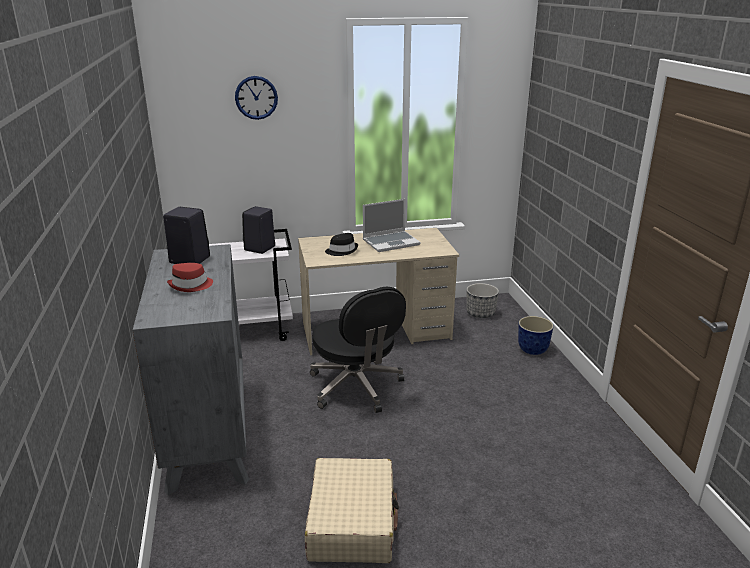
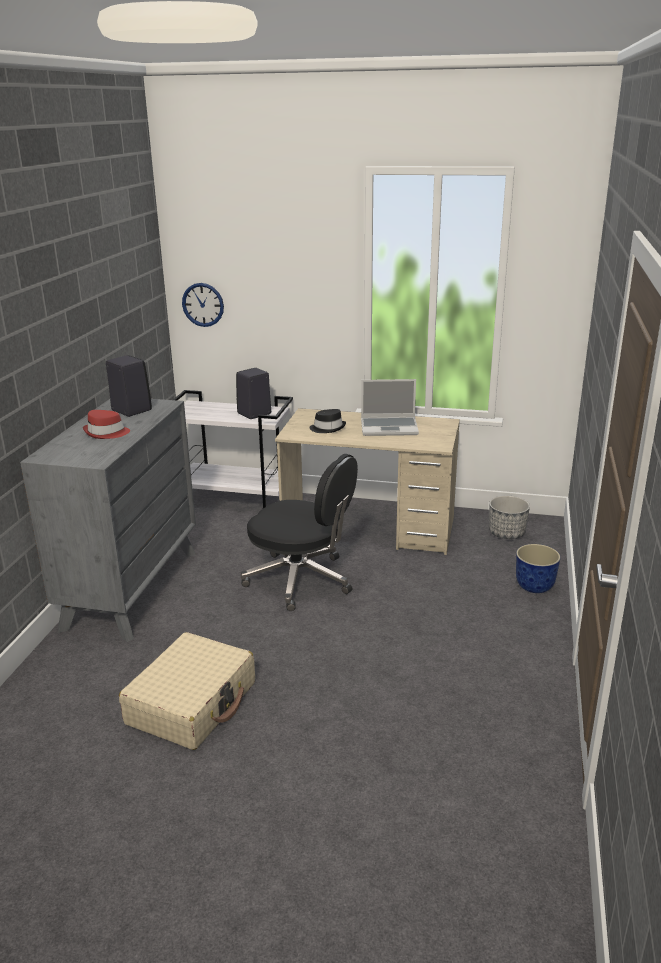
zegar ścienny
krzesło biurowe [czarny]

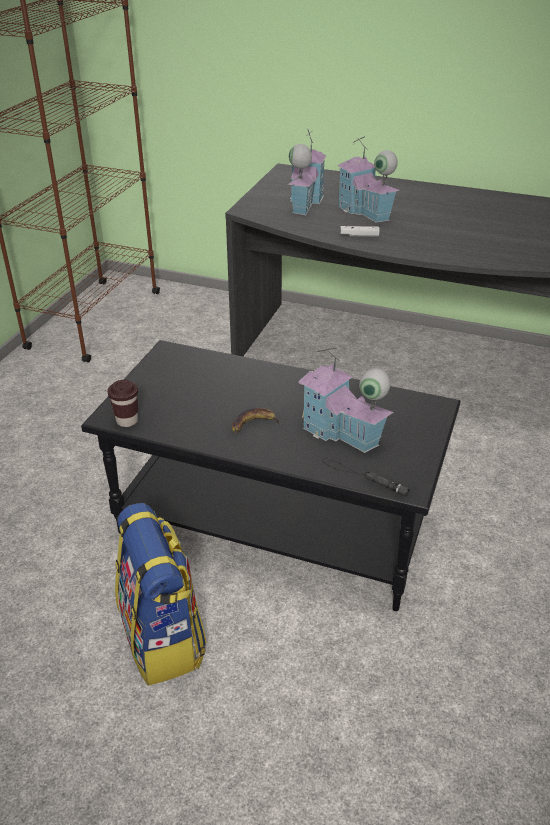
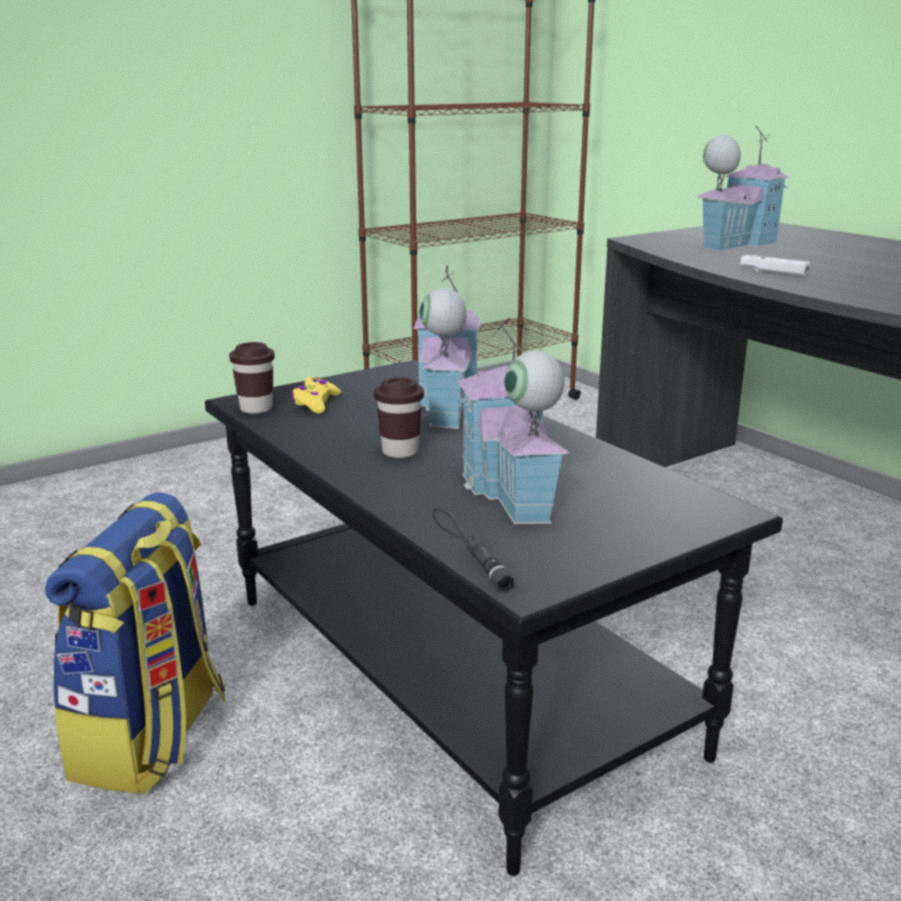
filiżanka [brązowy] (no. 2 from left)
domek (no. 1 from left)
pad do gier [żółty]

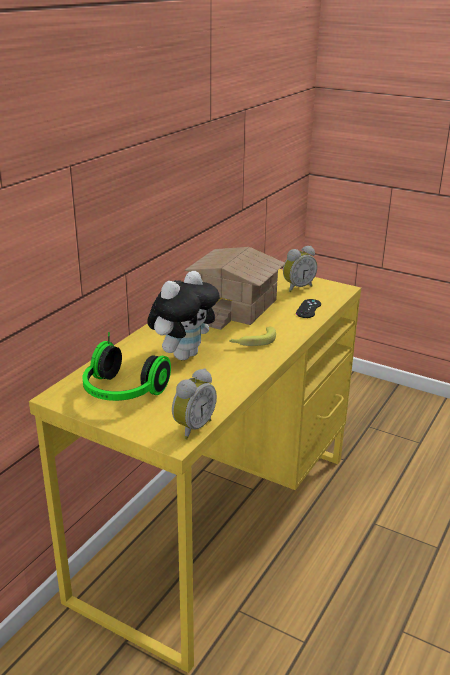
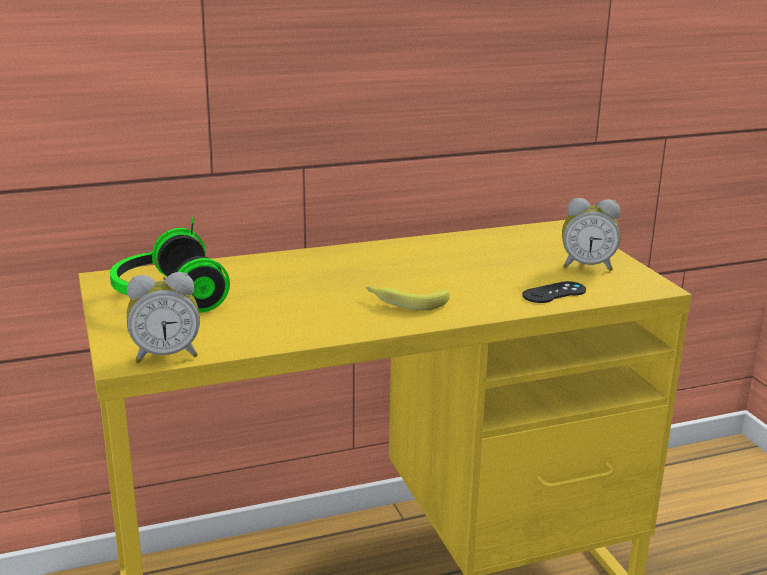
pluszak
domek

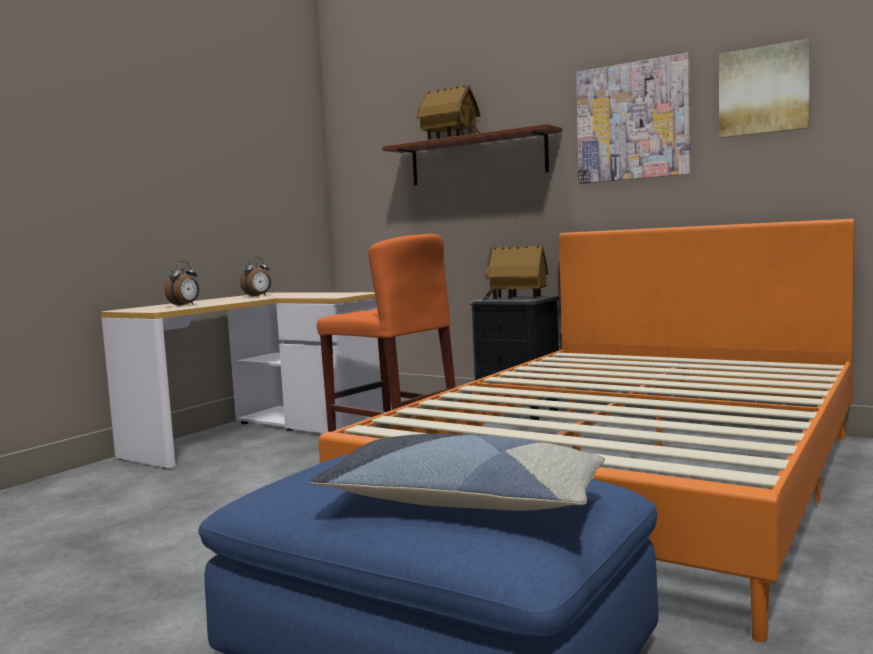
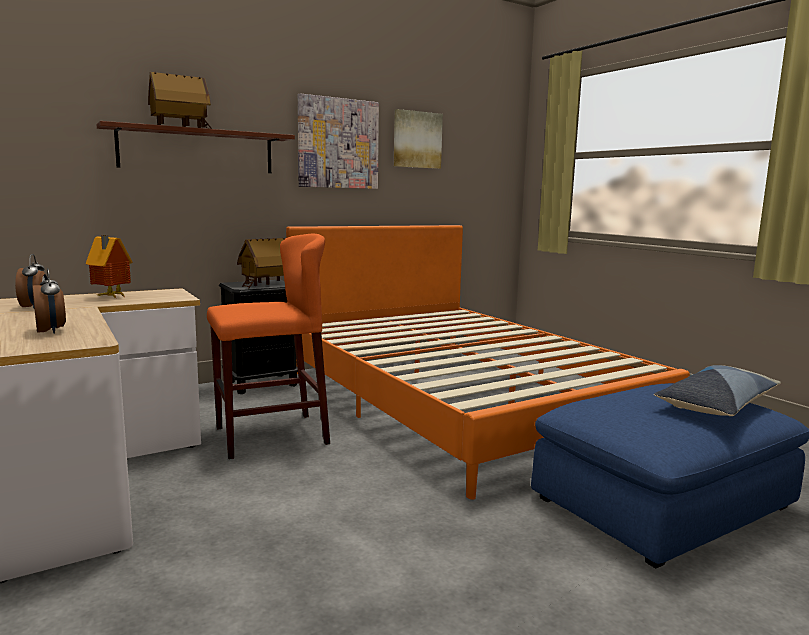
domek (no. 1 from left)

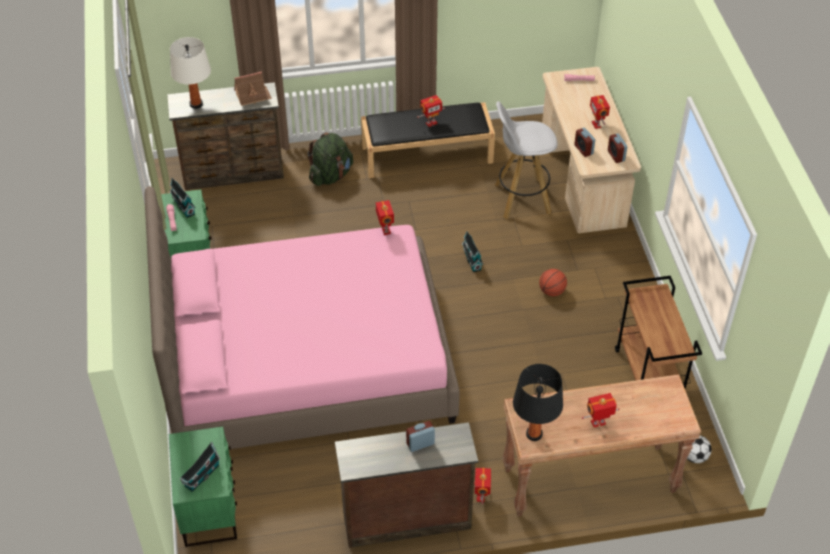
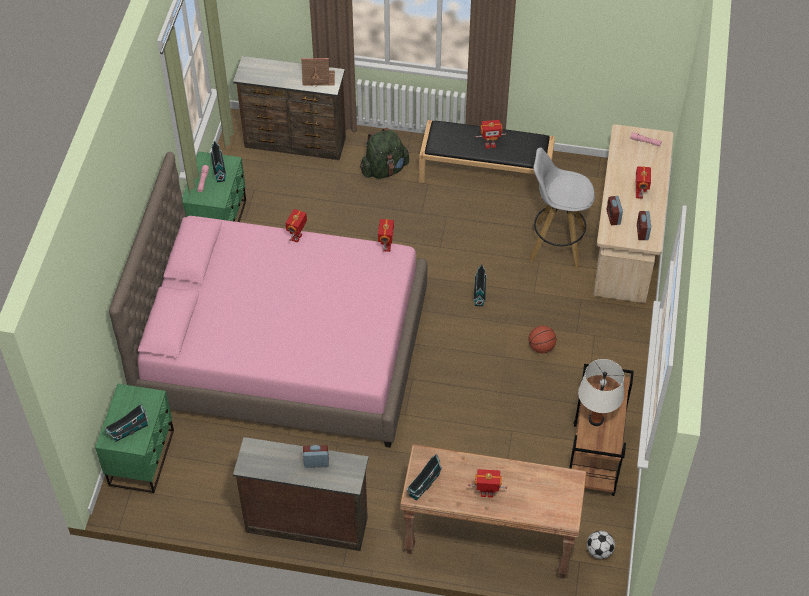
lampa stołowa [biały]
robot zabawkowy (no. 1 from left)
domek (no. 4 from left)

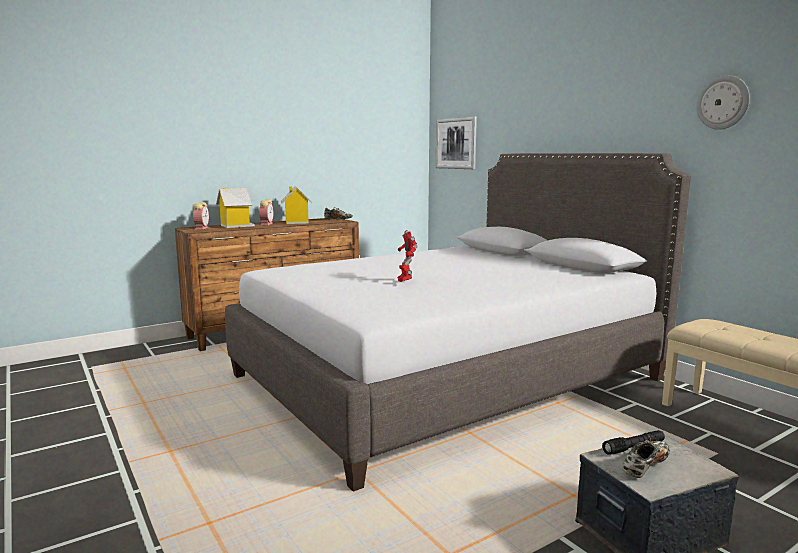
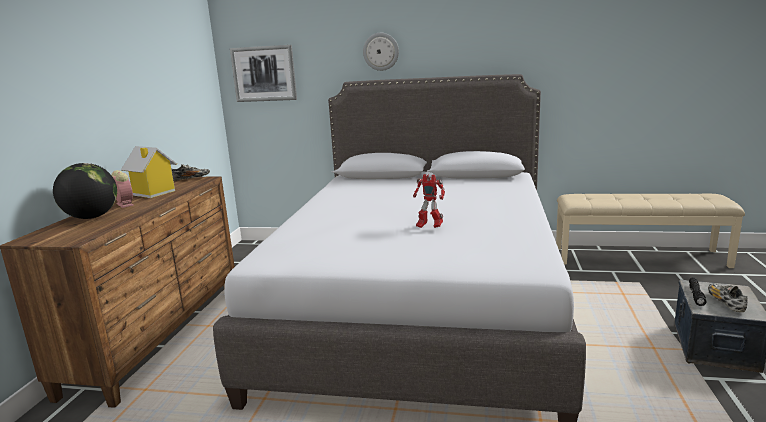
budzik (no. 1 from left in the first image)
globus
zegar ścienny

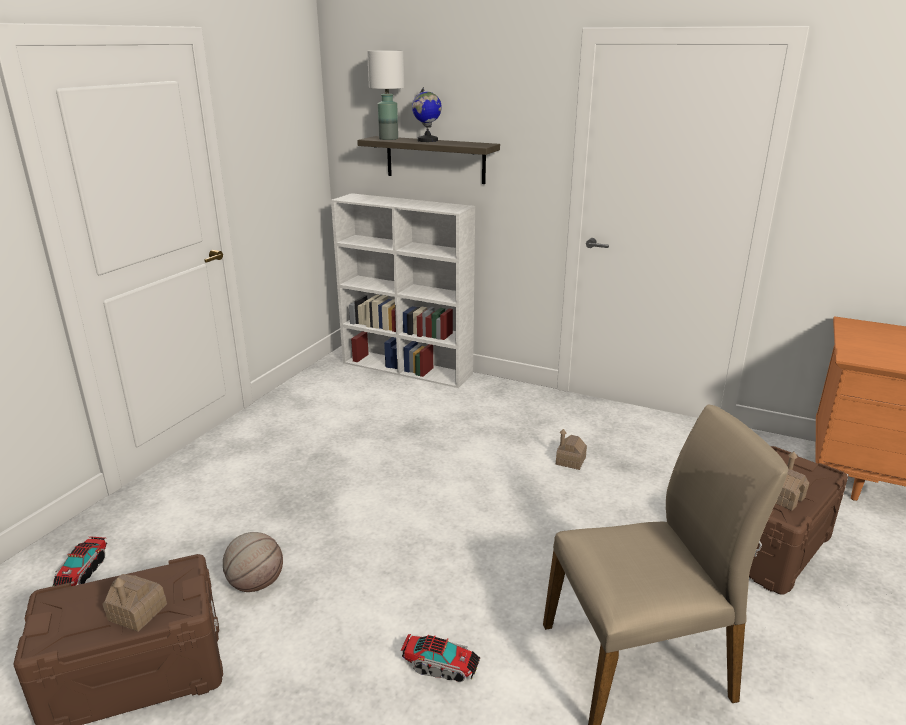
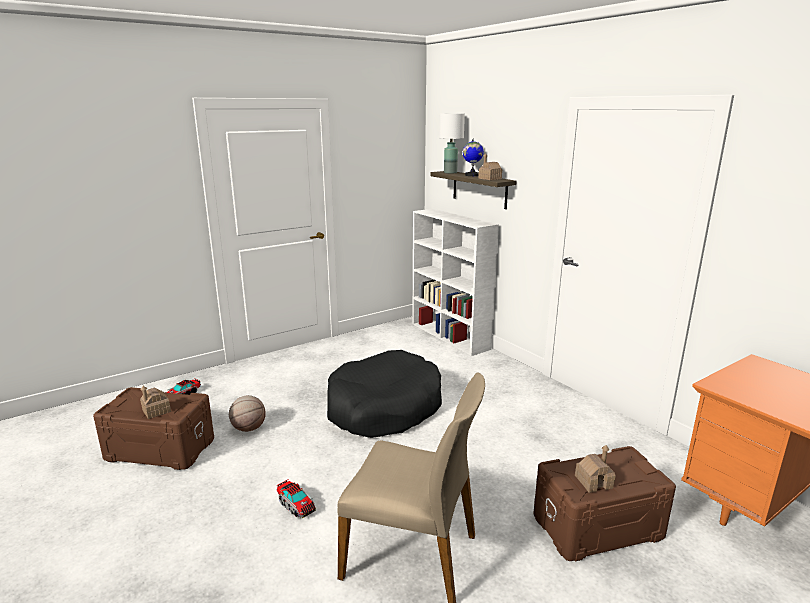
domek (no. 2 from left)
legowisko [czarny]

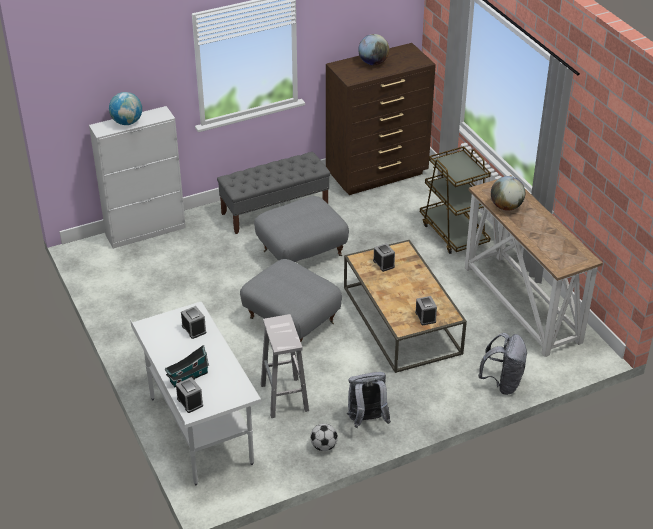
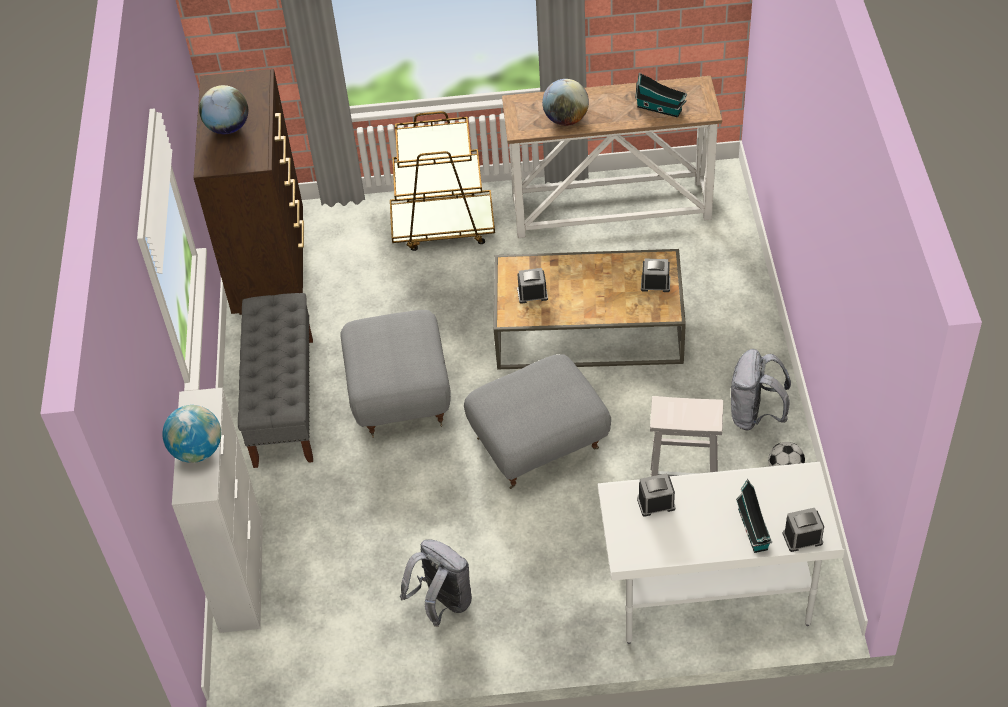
plecak [szary] (no. 1 from left)
domek (no. 1 from left)

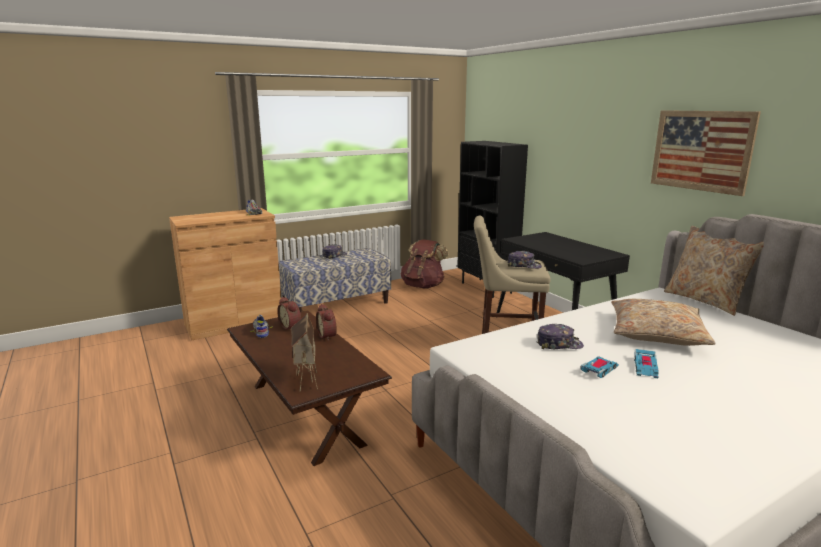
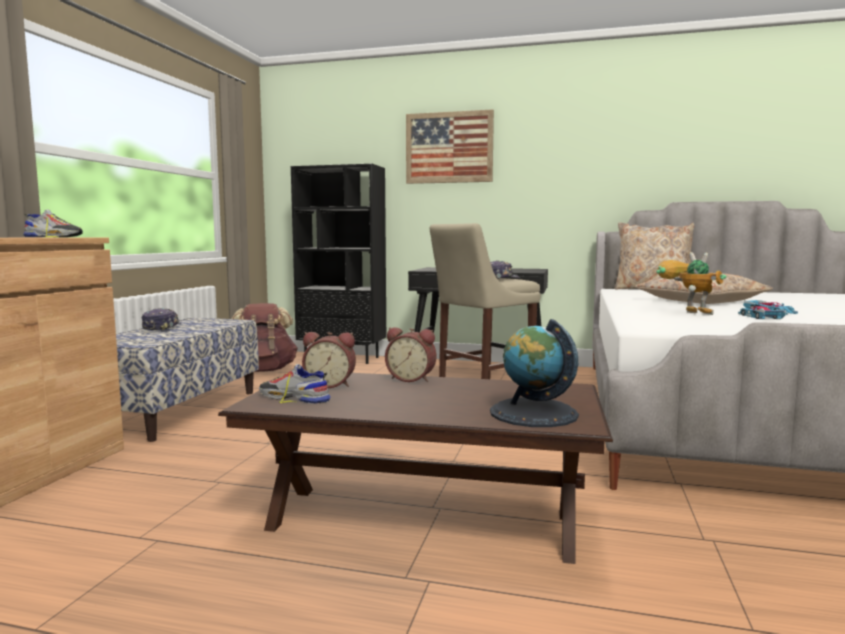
globus
robot zabawkowy
obraz

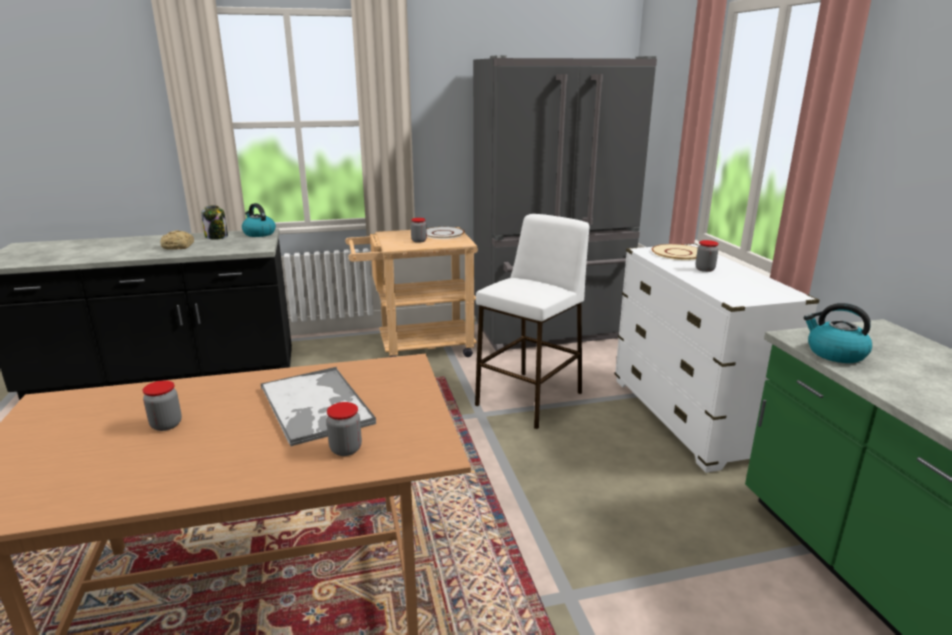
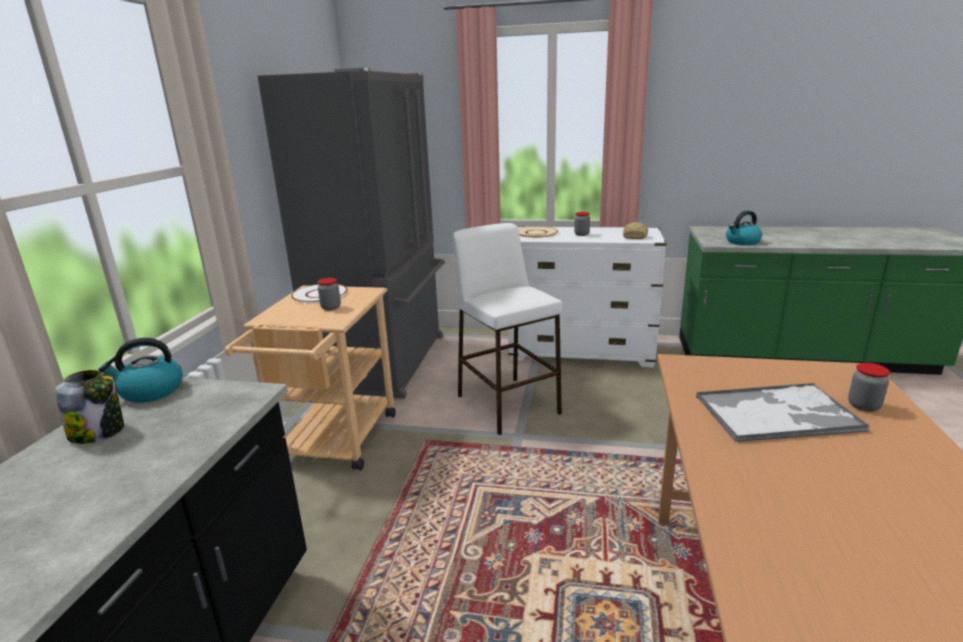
słoik (no. 1 from left in the first image)
chleb

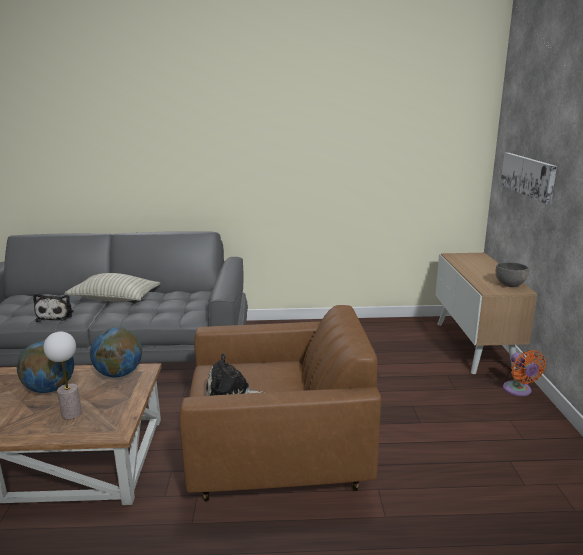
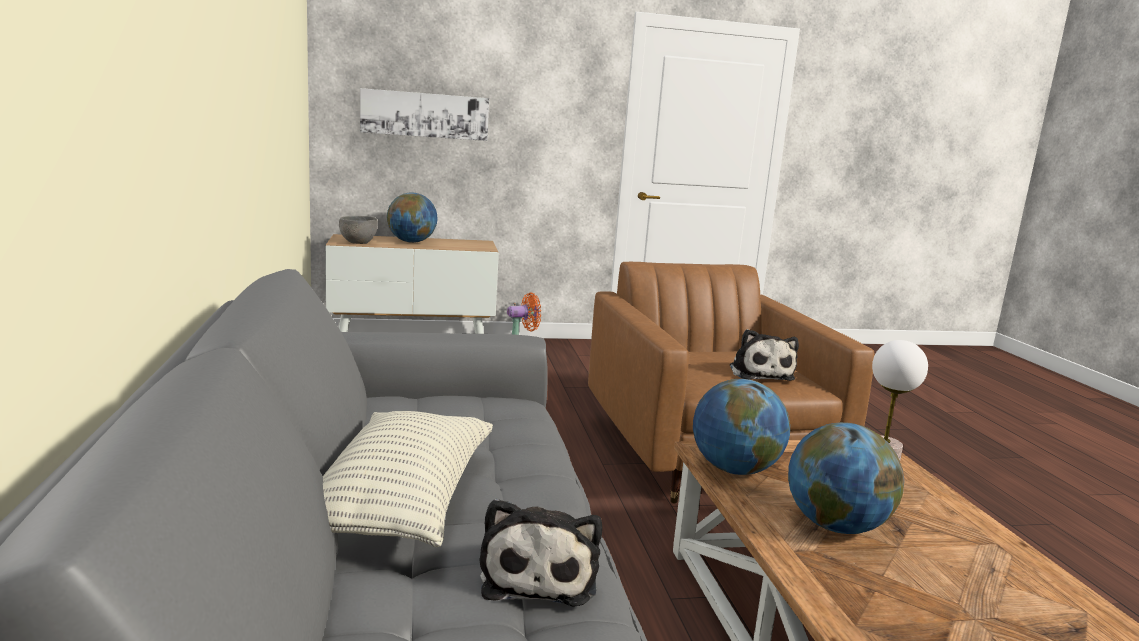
pluszak (no. 1 from left)
miska [szary]
globus (no. 1 from left)

